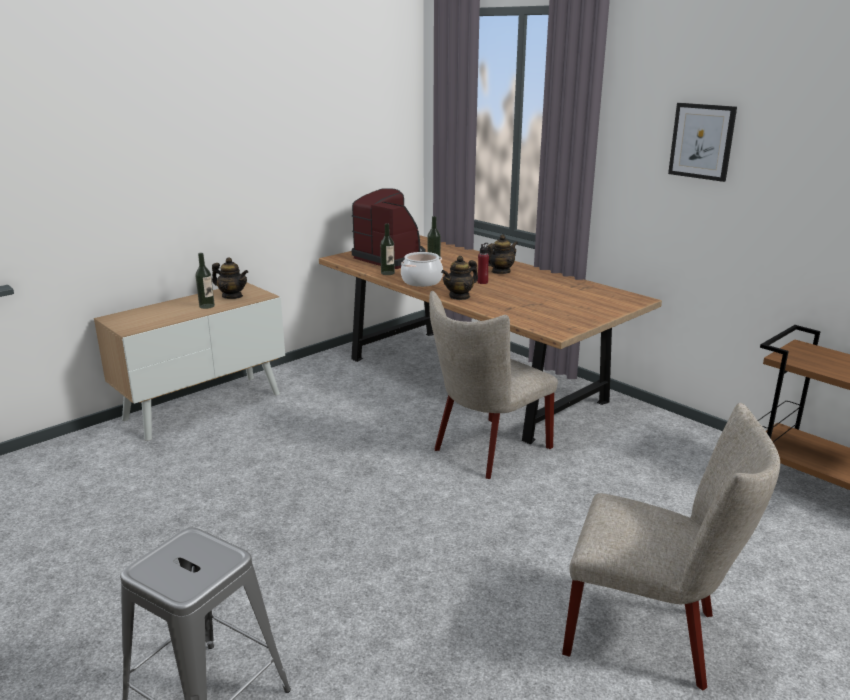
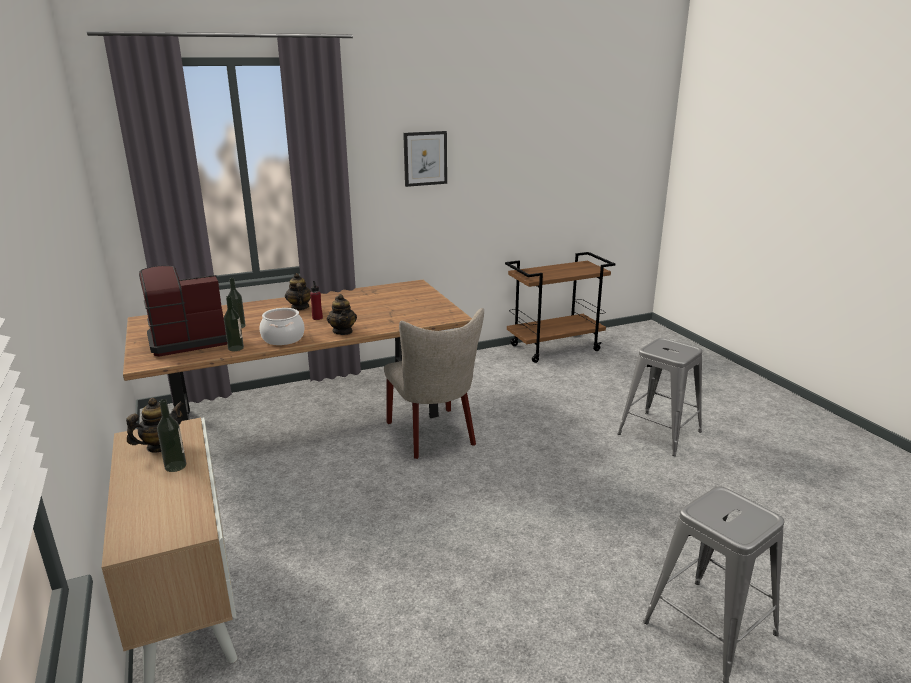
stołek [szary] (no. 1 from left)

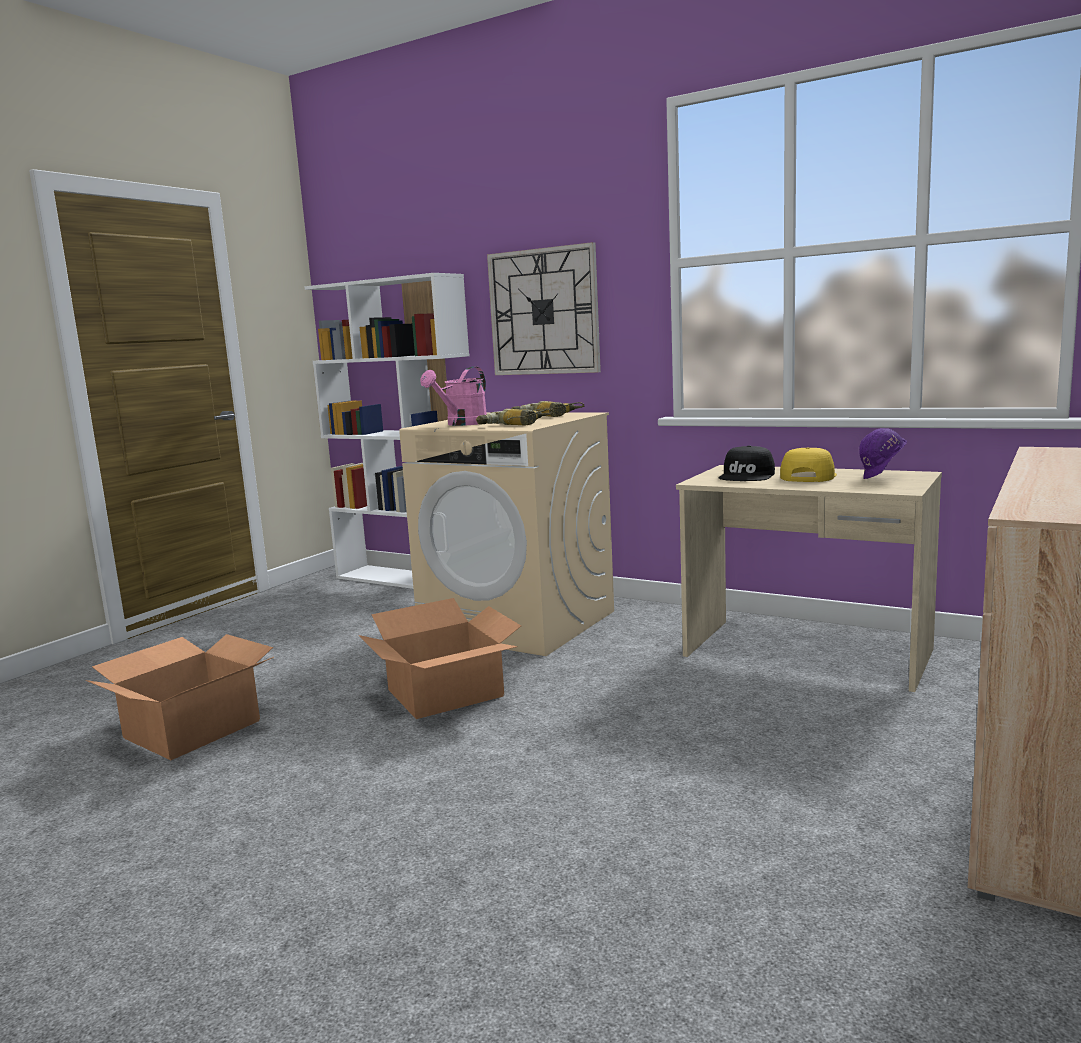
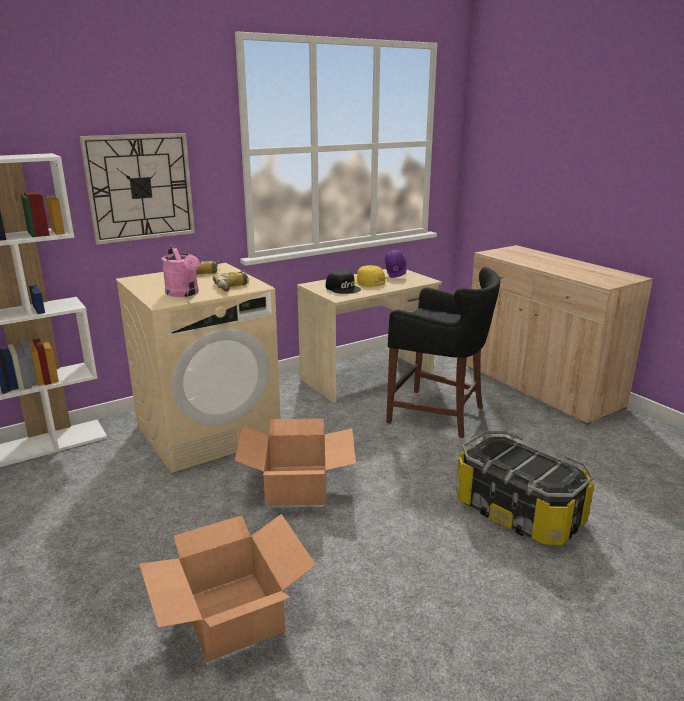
stołek [czarny]
pojemnik do przechowywania

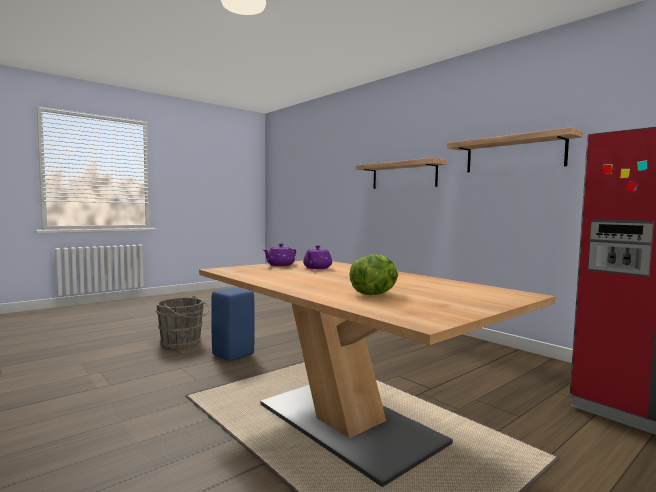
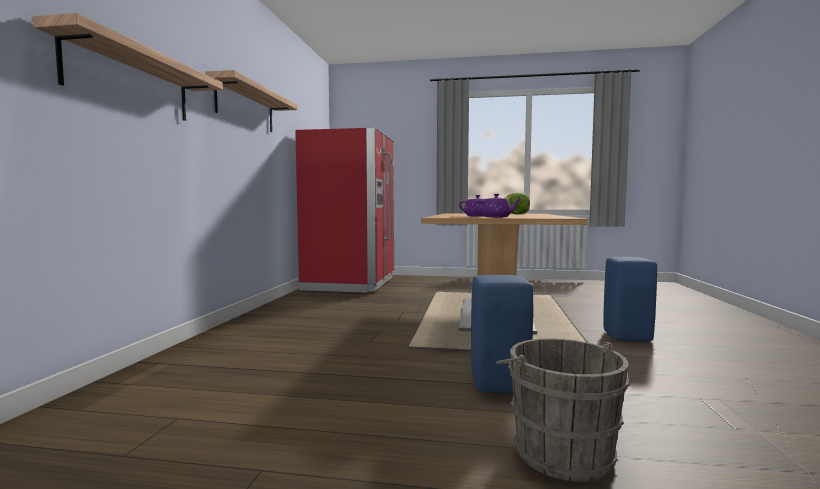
stołek [niebieski] (no. 2 from left)

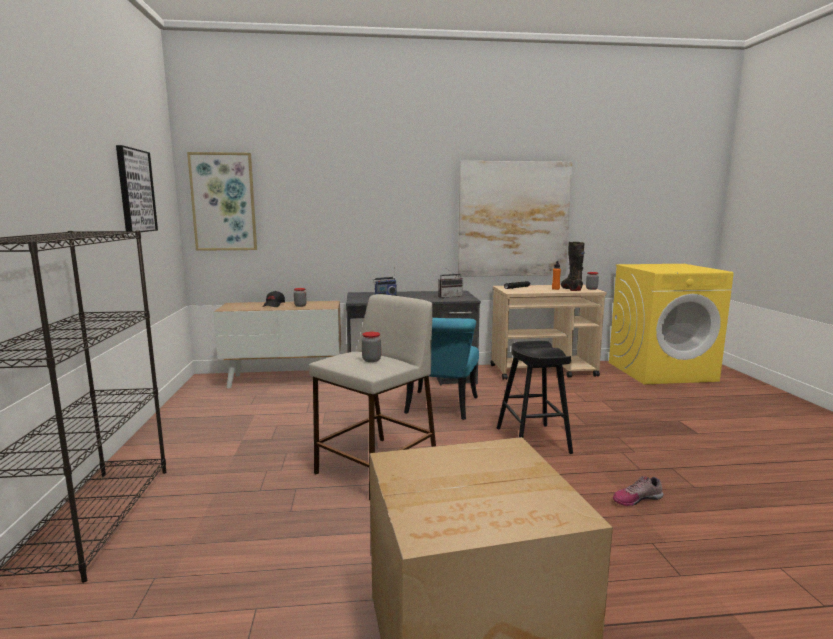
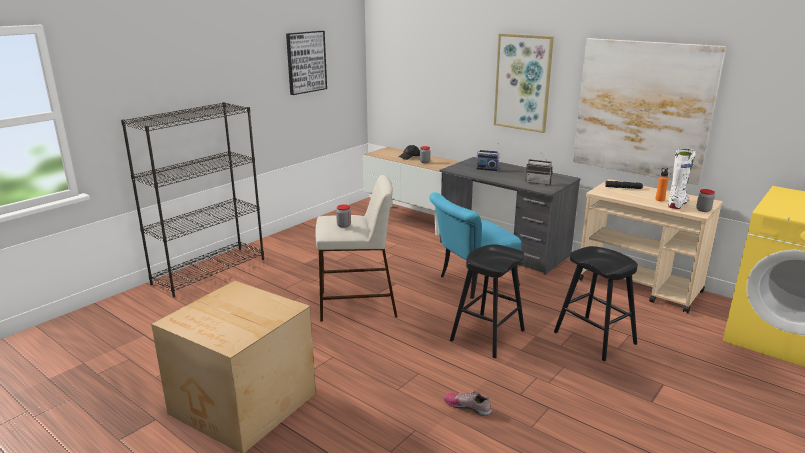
obraz (no. 2 from left)
but z cholewką [biały]
stołek [czarny] (no. 2 from left)

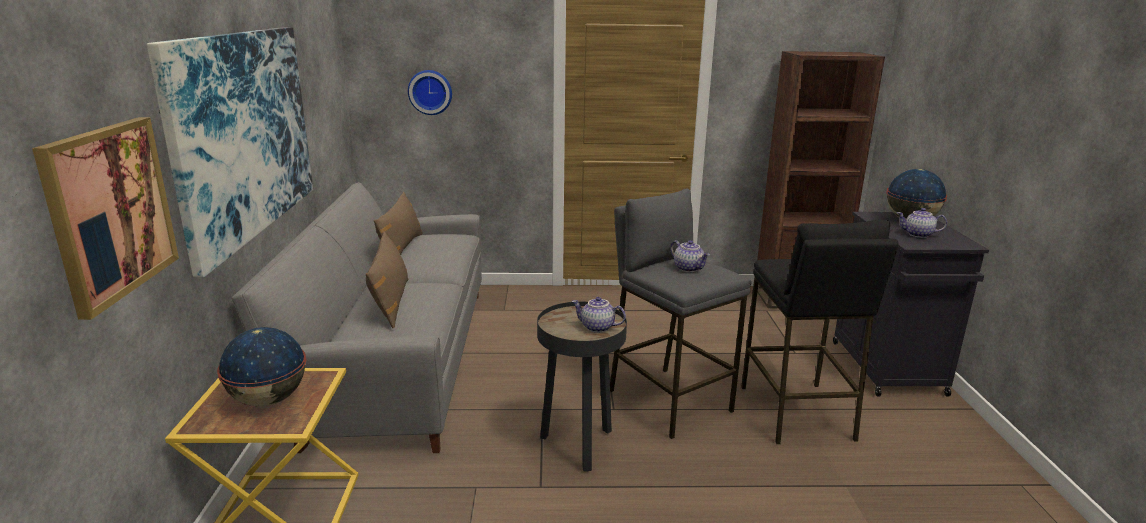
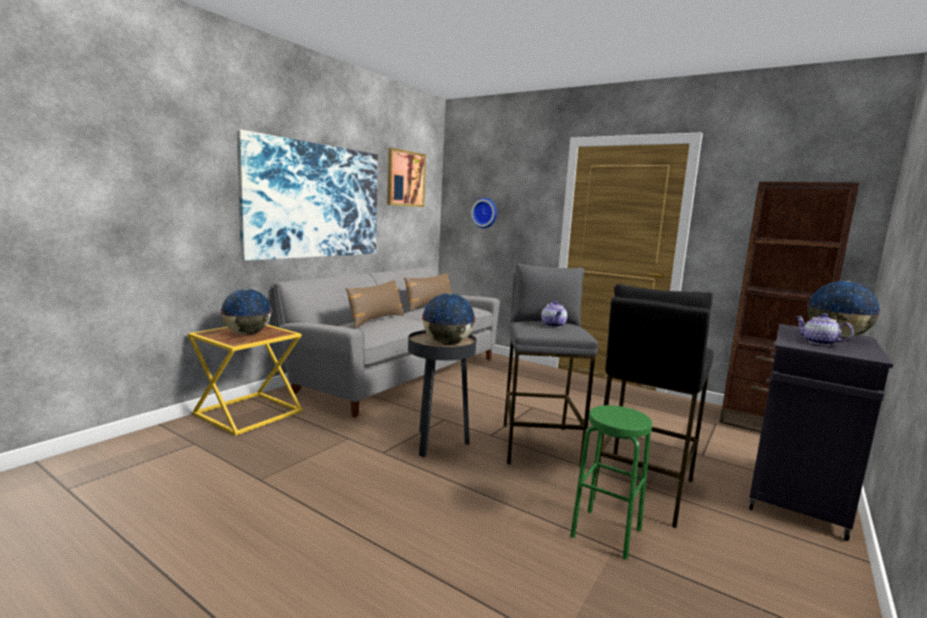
obraz (no. 2 from left)
globus (no. 2 from left)
stołek [zielony]

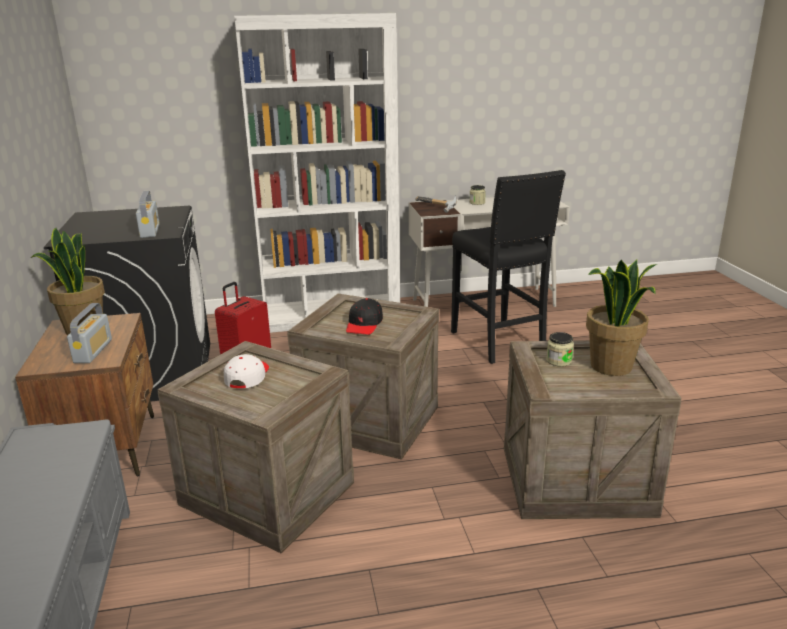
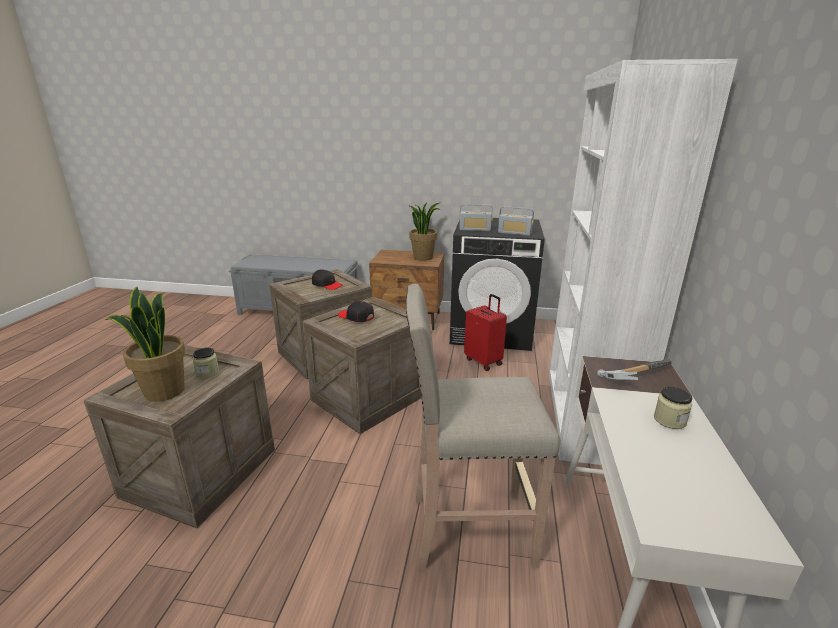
radio (no. 2 from left)
czapka z daszkiem [czarny] (no. 1 from left)
stołek [beżowy]

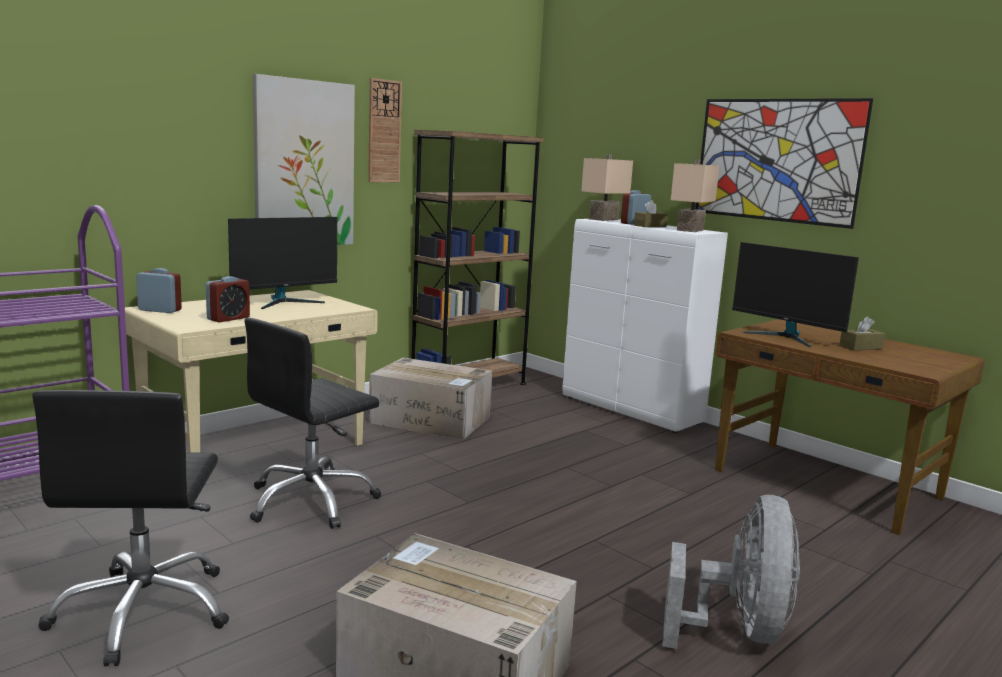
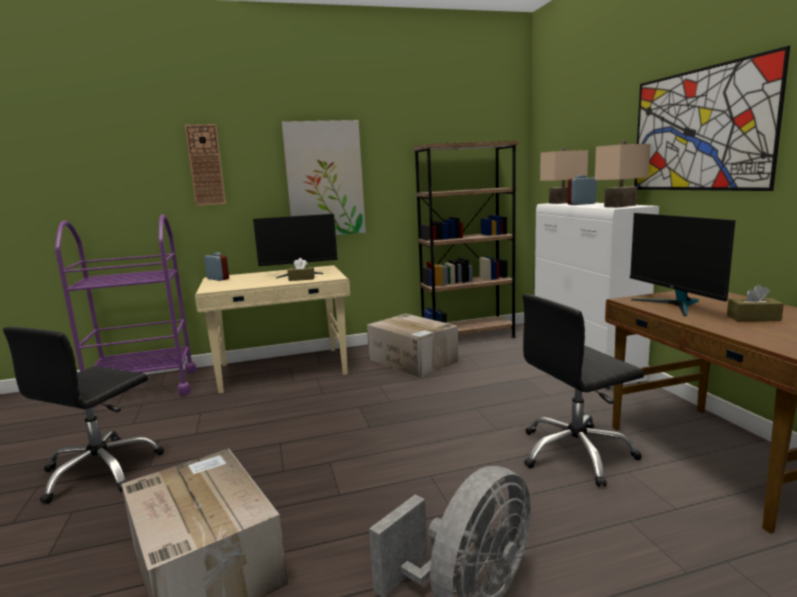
budzik (no. 2 from left in the first image)
krzesło biurowe [czarny] (no. 2 from left)
zegar ścienny
pudełko chusteczek [brązowy] (no. 1 from left)

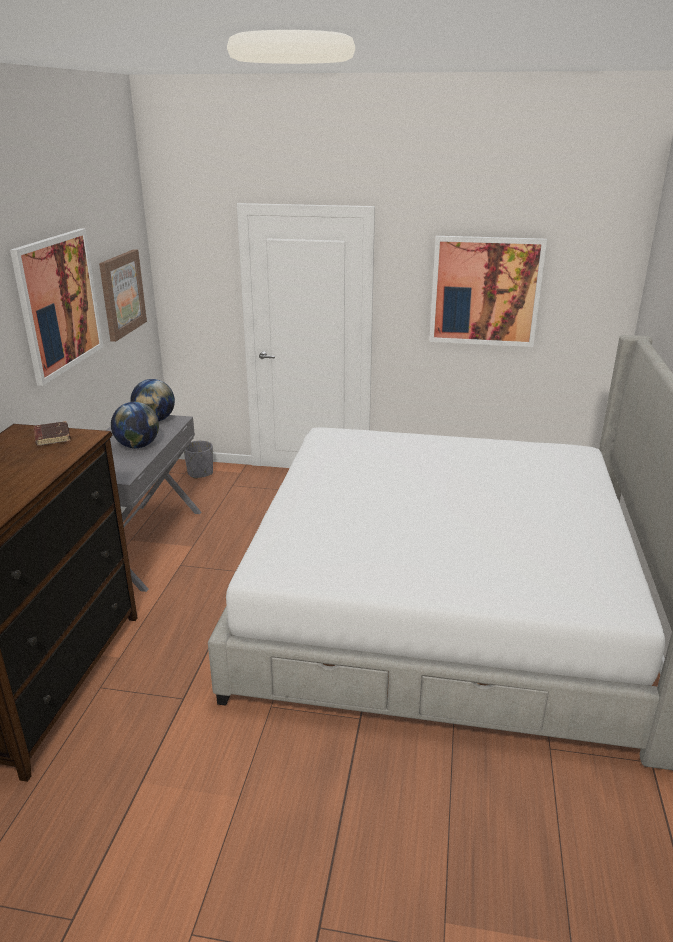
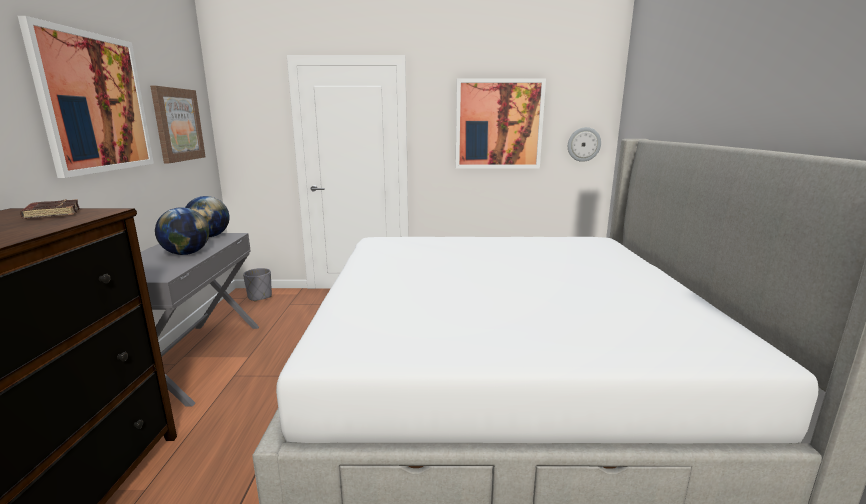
zegar ścienny

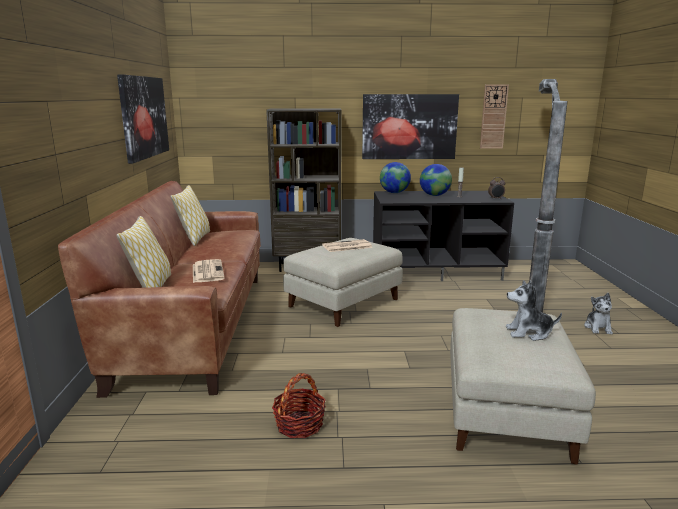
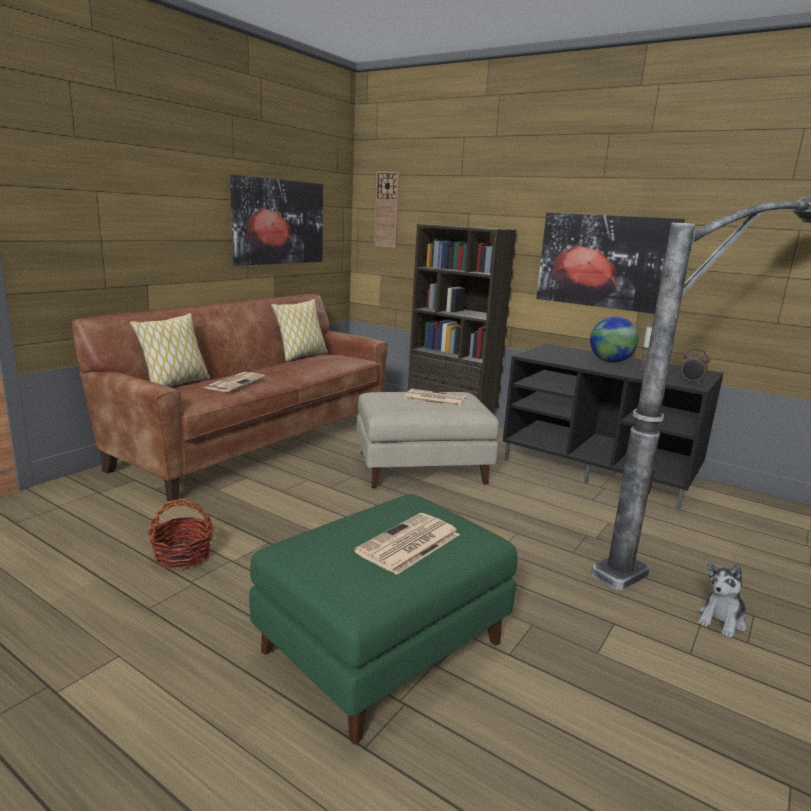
globus (no. 1 from left in the first image)
pufa [zielony]
zegar ścienny
gazeta (no. 2 from left)

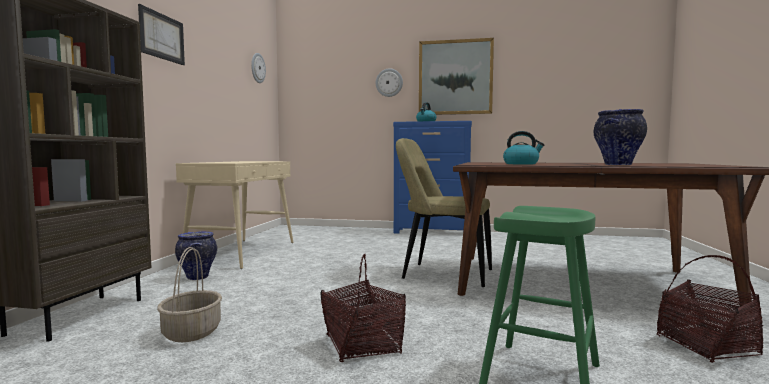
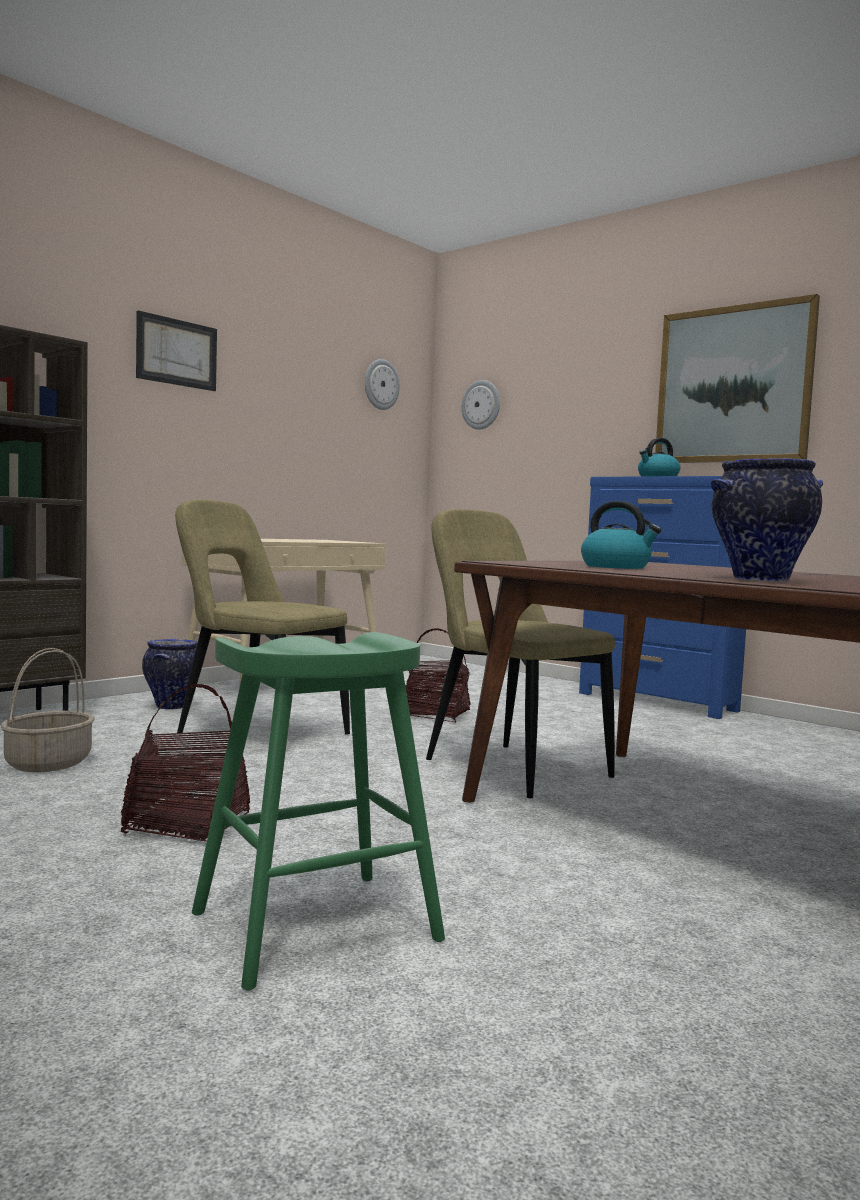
zegar ścienny (no. 2 from left)
koszyk (no. 3 from left)
krzesło [beżowy] (no. 1 from left)

